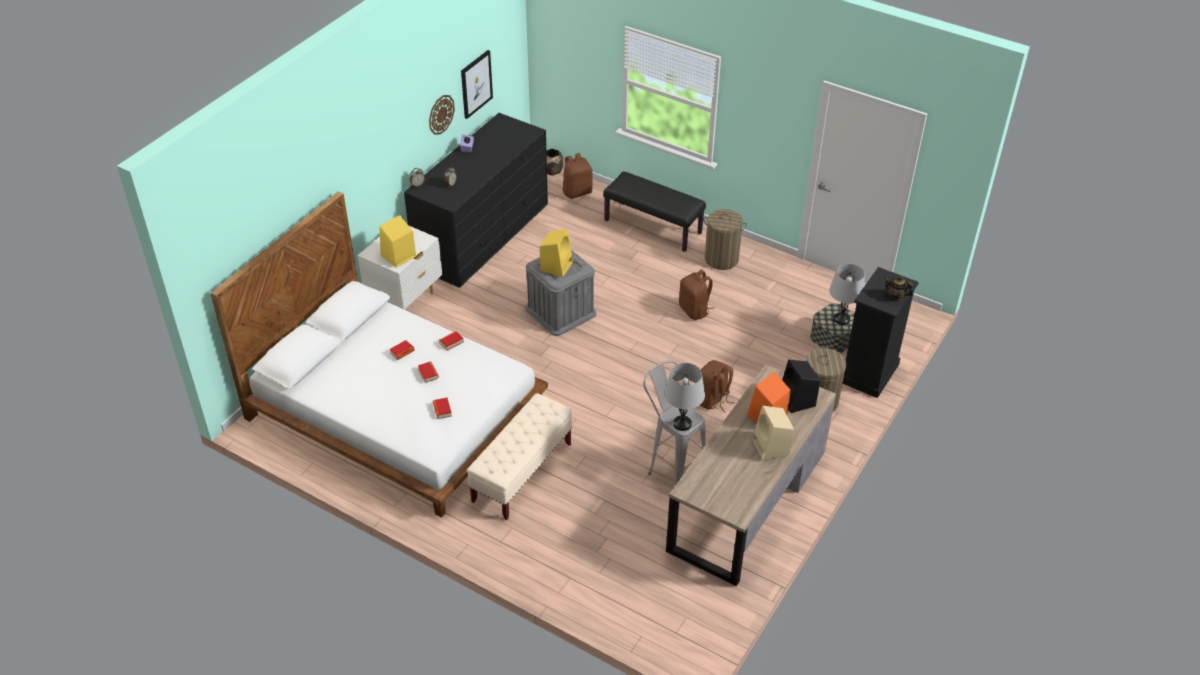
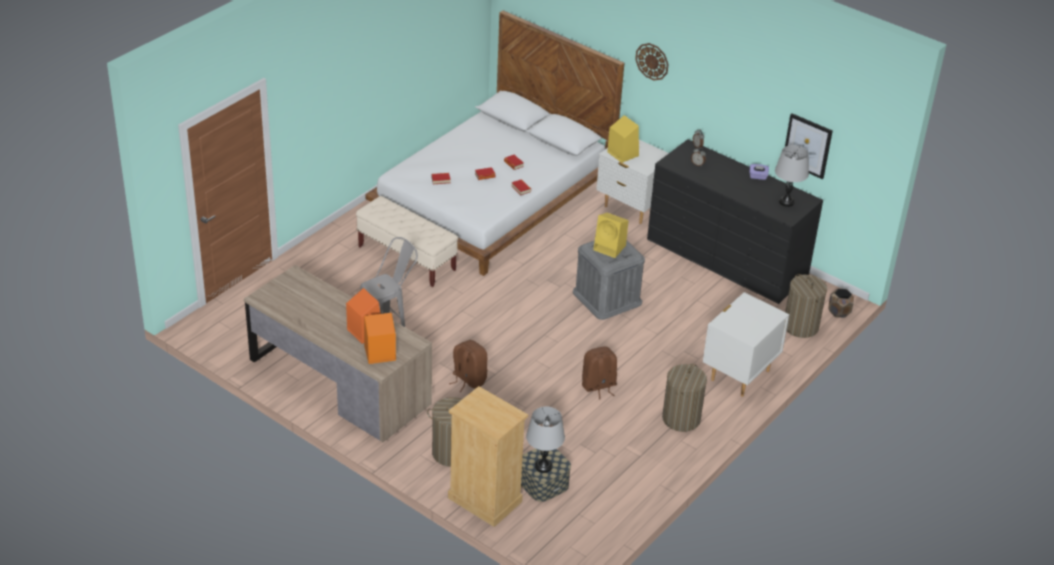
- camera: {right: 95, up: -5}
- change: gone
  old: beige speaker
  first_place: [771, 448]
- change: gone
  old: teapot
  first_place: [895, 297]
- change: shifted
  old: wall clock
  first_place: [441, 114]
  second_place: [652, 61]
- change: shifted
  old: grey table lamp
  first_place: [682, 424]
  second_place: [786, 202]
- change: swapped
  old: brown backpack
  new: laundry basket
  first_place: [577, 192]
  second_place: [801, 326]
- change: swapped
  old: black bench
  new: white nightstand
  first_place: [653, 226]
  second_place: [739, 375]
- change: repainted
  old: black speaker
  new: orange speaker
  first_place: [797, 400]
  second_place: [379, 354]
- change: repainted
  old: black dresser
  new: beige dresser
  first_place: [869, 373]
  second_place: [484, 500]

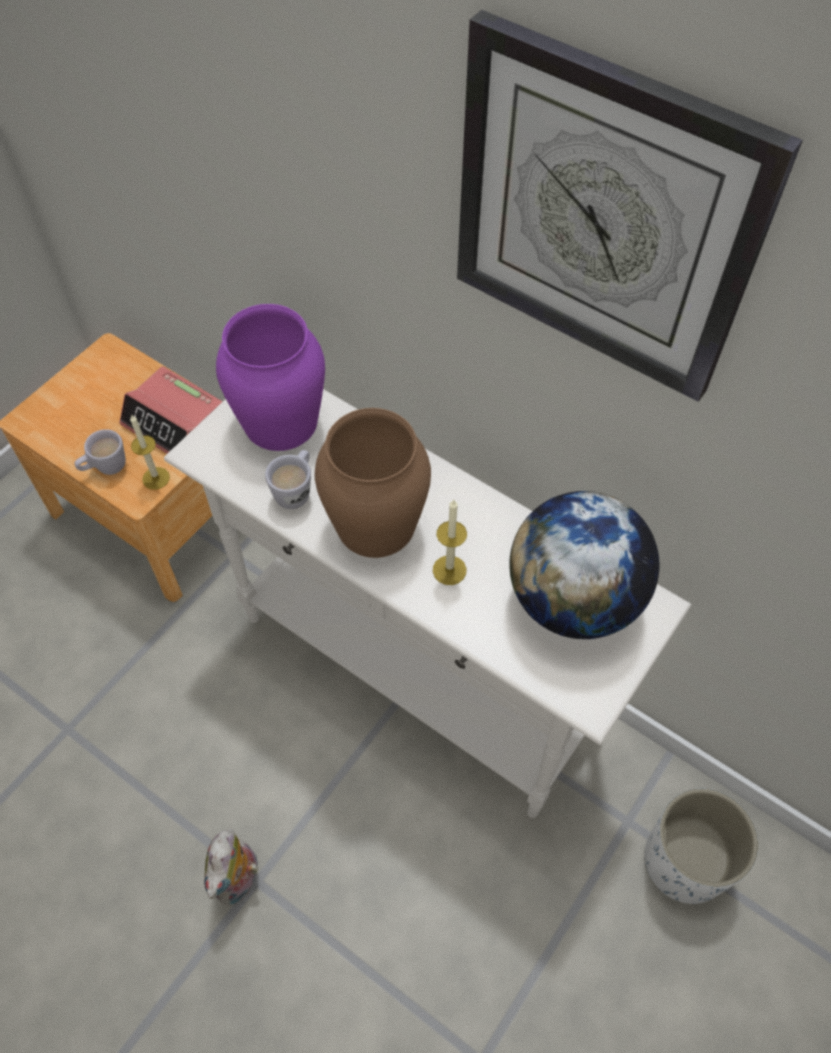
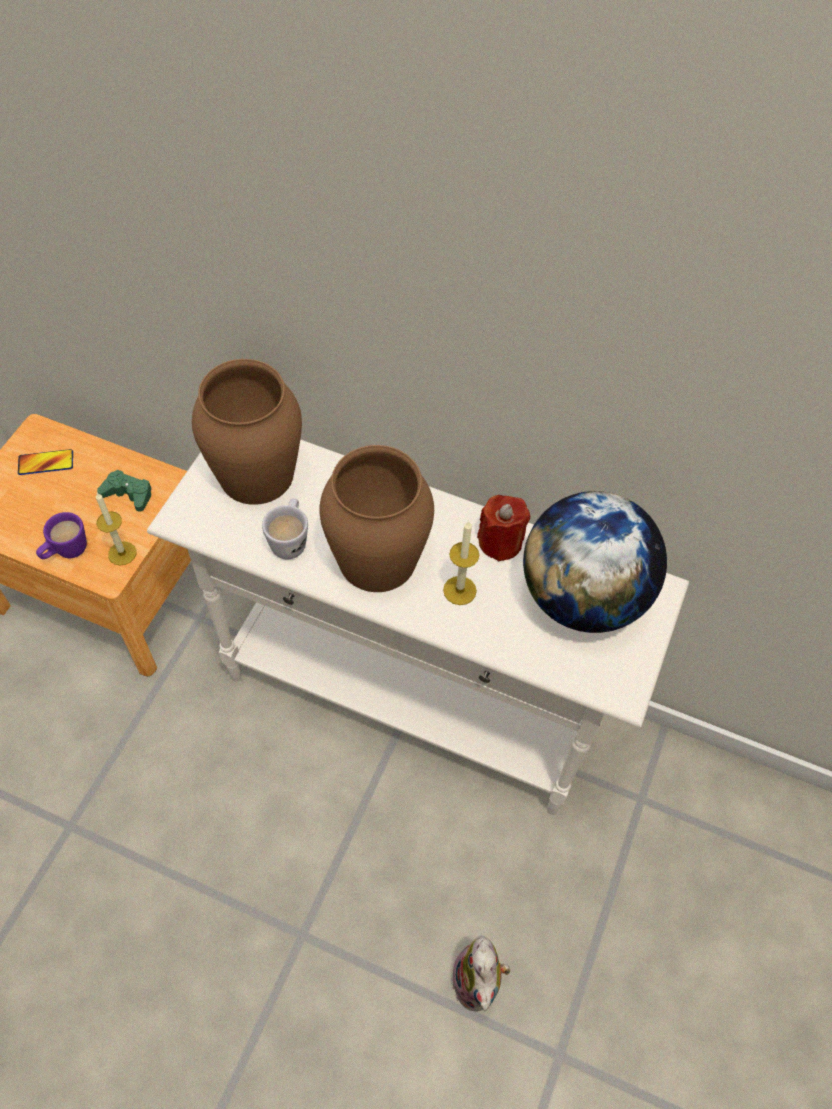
- camera: {right: -15, up: 0}
- change: gone
  old: wall clock
  first_place: [603, 216]
- change: gone
  old: white planter
  first_place: [685, 861]
- change: new
  new: phone
  second_place: [46, 463]
- change: new
  new: red candle
  second_place: [500, 542]
- change: shifted
  old: plush toy
  first_place: [239, 880]
  second_place: [478, 982]
- change: swapped
  old: alarm clock
  new: green game controller
  first_place: [176, 423]
  second_place: [128, 494]
- change: repainted
  old: white mug
  new: purple mug
  first_place: [105, 468]
  second_place: [66, 552]
- change: repainted
  old: purple vase
  new: brown vase
  first_place: [281, 420]
  second_place: [256, 473]

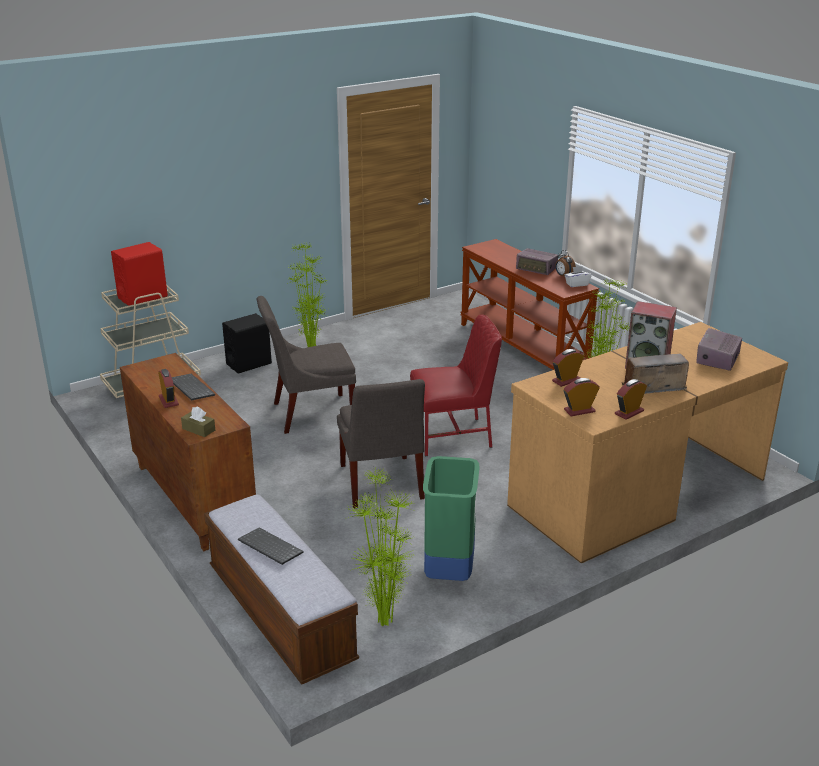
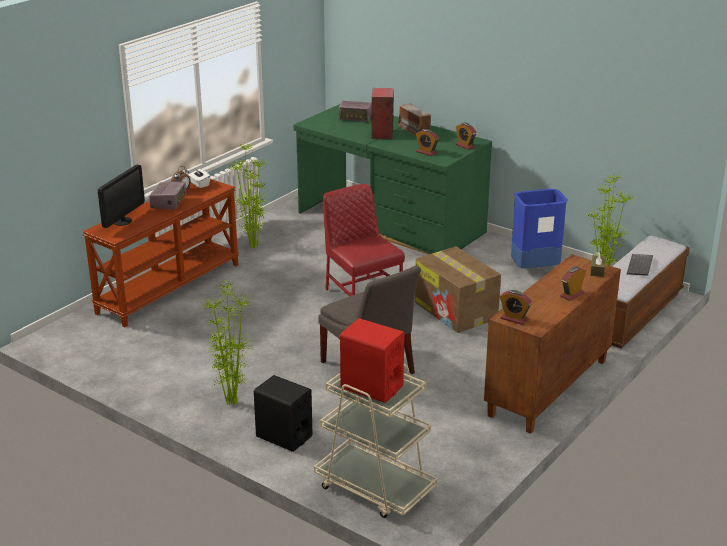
- camera: {right: -110, up: 0}
- change: gone
  old: keyboard
  first_place: [190, 388]
- change: new
  new: monitor
  second_place: [123, 221]
- change: shifted
  old: alarm clock
  first_place: [629, 412]
  second_place: [514, 319]
- change: swapped
  old: grey chair
  new: cardboard box
  first_place: [381, 484]
  second_place: [456, 311]
- change: repainted
  old: green trash can
  new: blue trash can
  first_place: [449, 572]
  second_place: [534, 269]
- change: repainted
  old: brown desk
  new: green desk
  first_place: [636, 491]
  second_place: [389, 223]

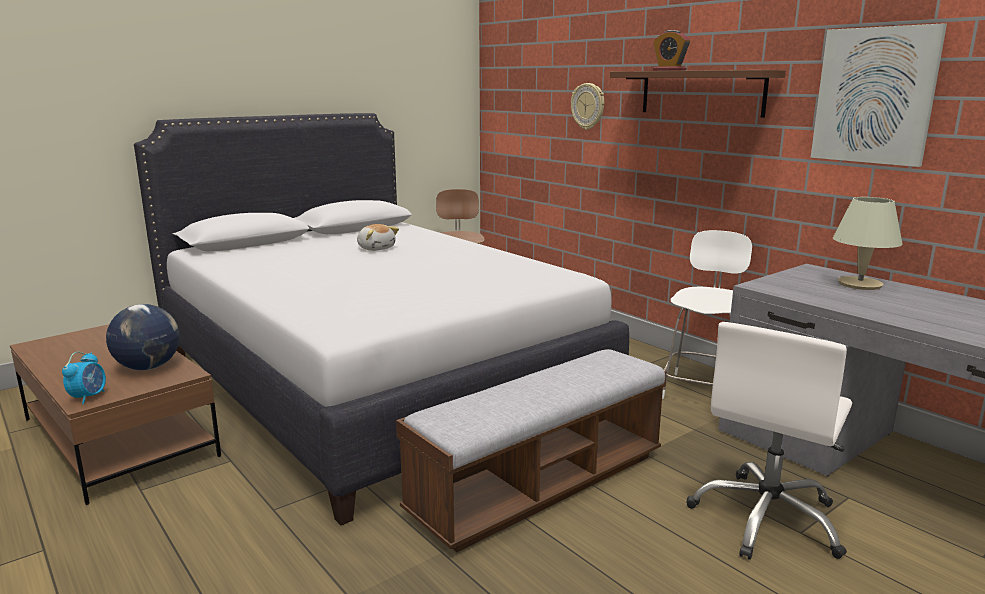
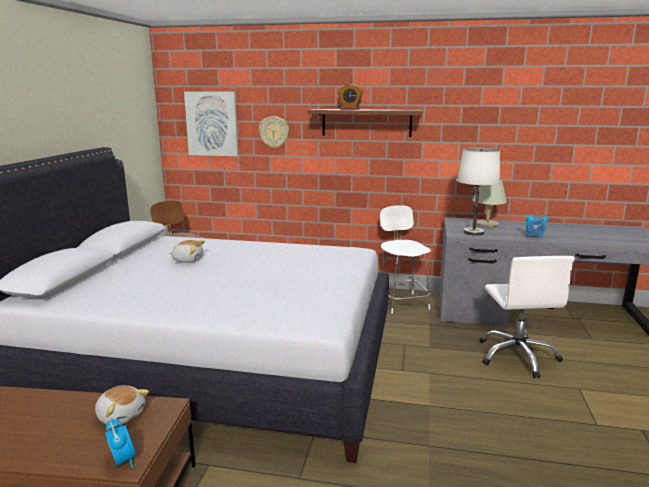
- camera: {right: -40, up: 0}
- change: gone
  old: bench
  first_place: [540, 484]
- change: new
  new: white table lamp
  second_place: [473, 232]
- change: new
  new: alarm clock
  second_place: [534, 237]
- change: shifted
  old: picture
  first_place: [874, 96]
  second_place: [212, 123]
- change: swapped
  old: globe
  new: plush toy
  first_place: [149, 367]
  second_place: [121, 415]

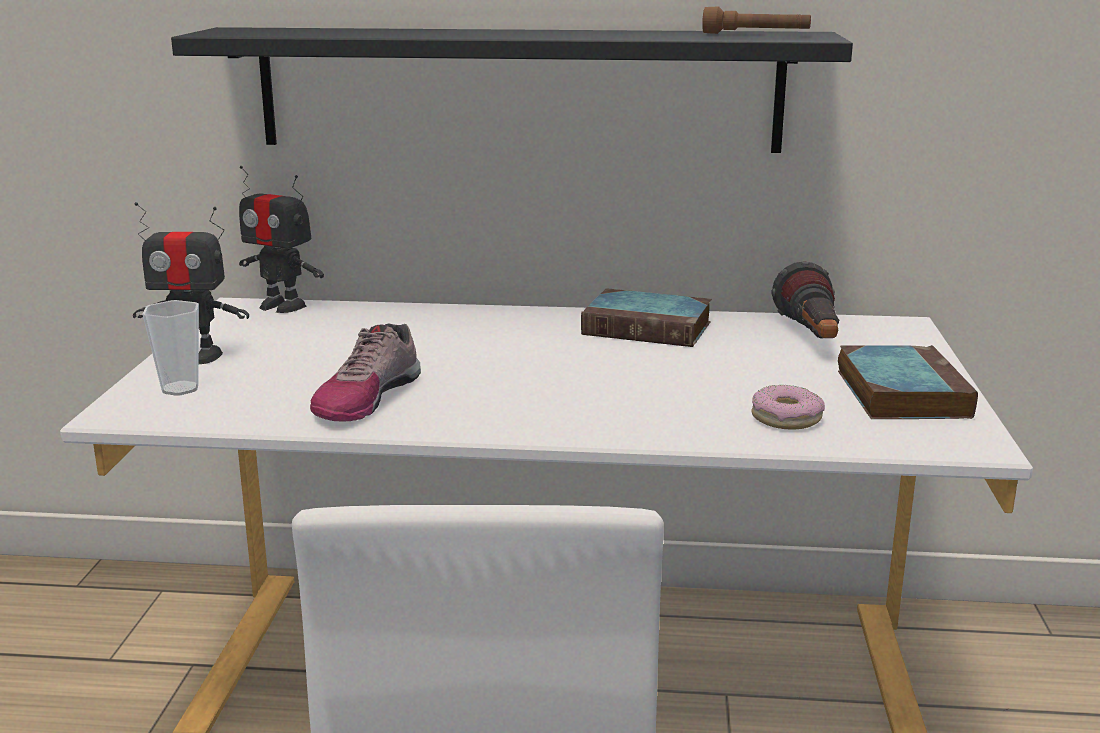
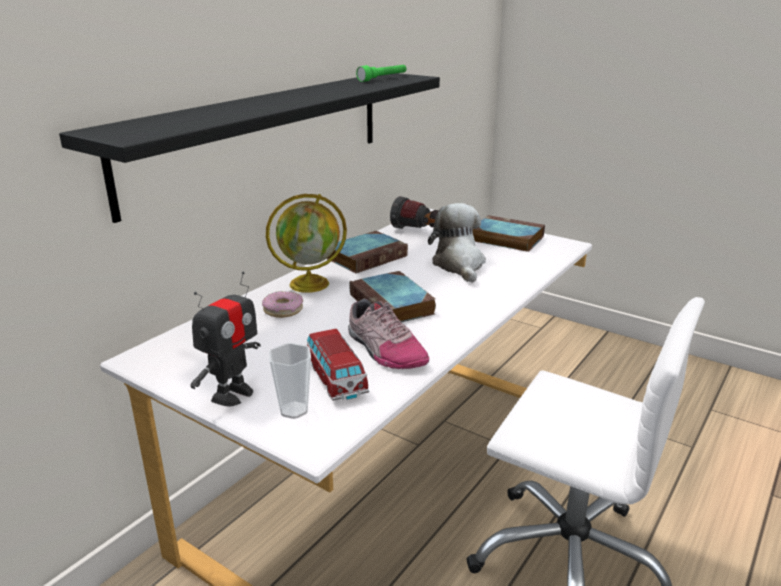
- camera: {right: -60, up: 5}
- change: gone
  old: toy robot
  first_place: [282, 306]
- change: new
  new: globe
  second_place: [310, 284]
- change: new
  new: toy car
  second_place: [336, 380]
- change: new
  new: book
  second_place: [393, 305]
- change: new
  new: plush toy
  second_place: [459, 265]
- change: shifted
  old: donut
  first_place: [786, 418]
  second_place: [283, 310]
- change: repainted
  old: brown flashlight
  new: green flashlight
  first_place: [756, 34]
  second_place: [383, 79]

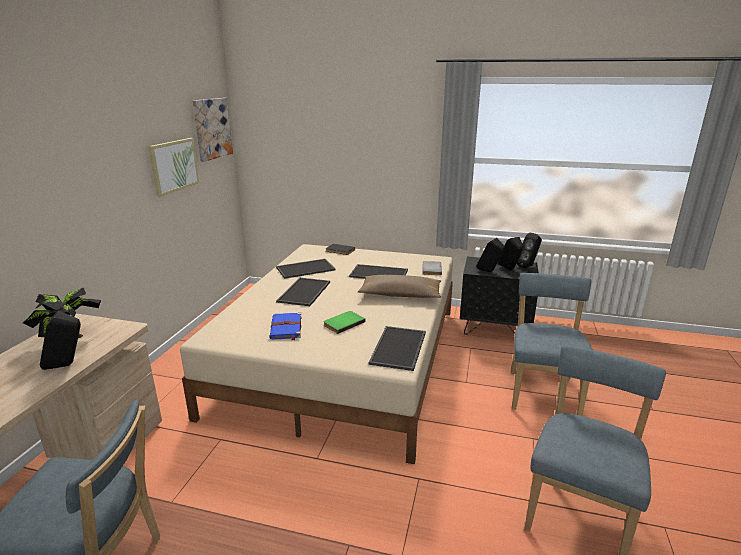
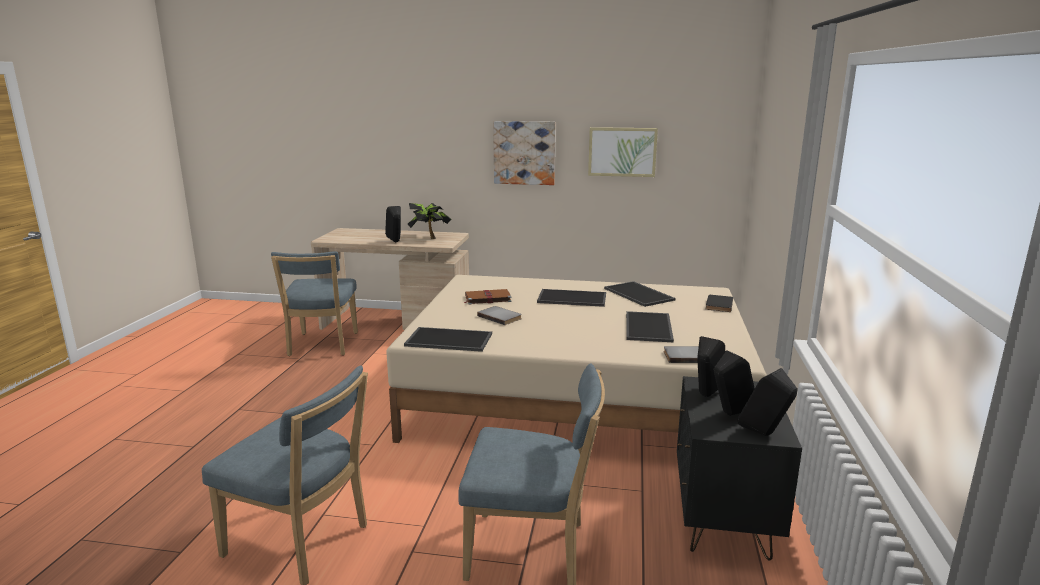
- camera: {right: 85, up: -5}
- change: gone
  old: brown pillow
  first_place: [400, 294]
- change: shifted
  old: picture
  first_place: [212, 128]
  second_place: [524, 153]
- change: repainted
  old: blue book
  new: brown book
  first_place: [286, 328]
  second_place: [487, 298]
- change: repainted
  old: green book
  new: grey book
  first_place: [343, 323]
  second_place: [500, 317]

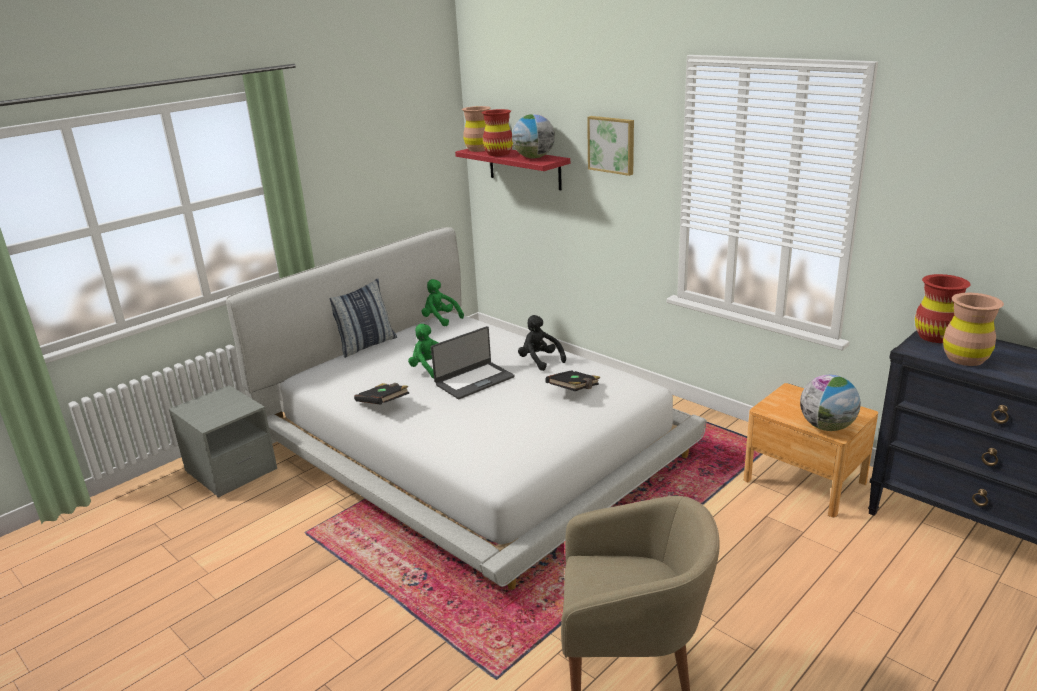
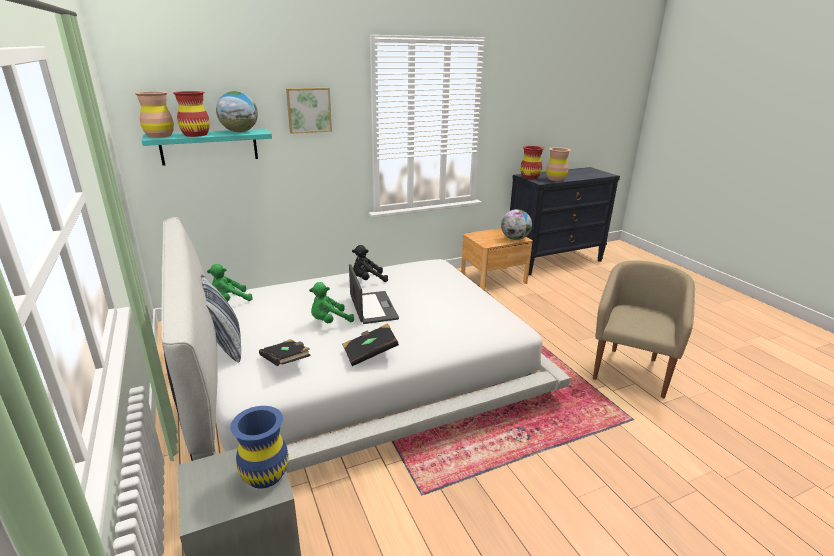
- camera: {right: -70, up: 0}
- change: new
  new: blue vase
  second_place: [265, 474]
- change: shifted
  old: black book
  first_place: [574, 390]
  second_place: [286, 361]
- change: repainted
  old: red shelf
  new: turquoise shelf
  first_place: [524, 167]
  second_place: [209, 146]

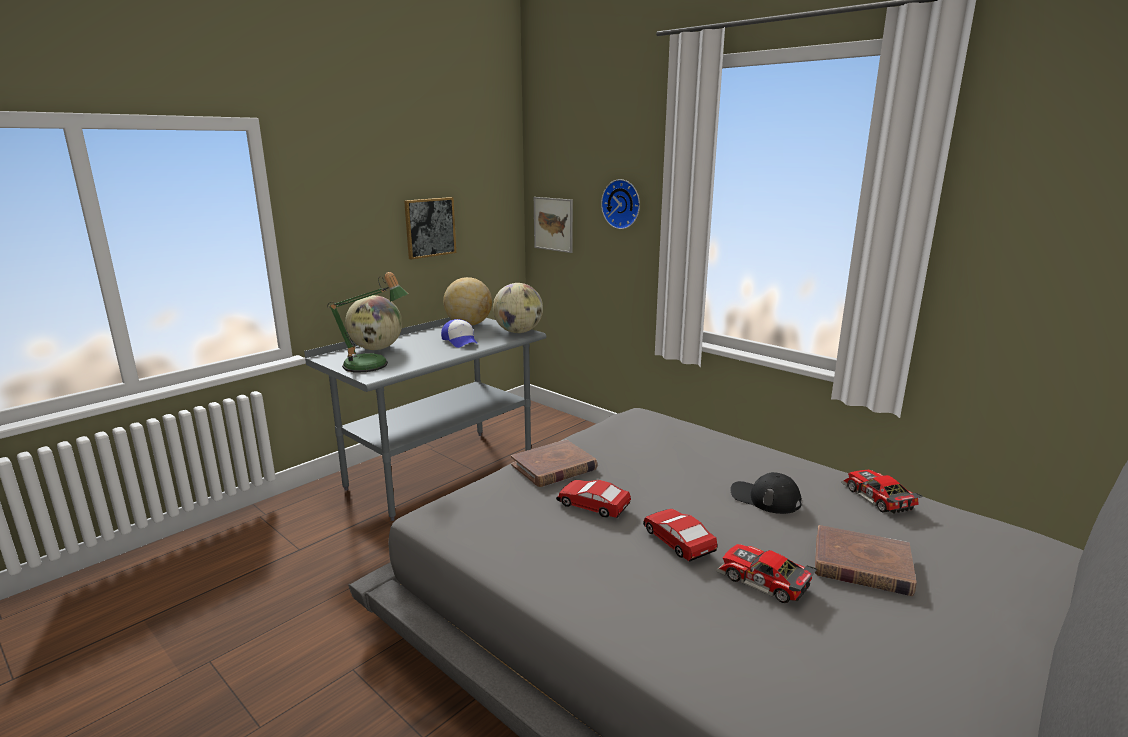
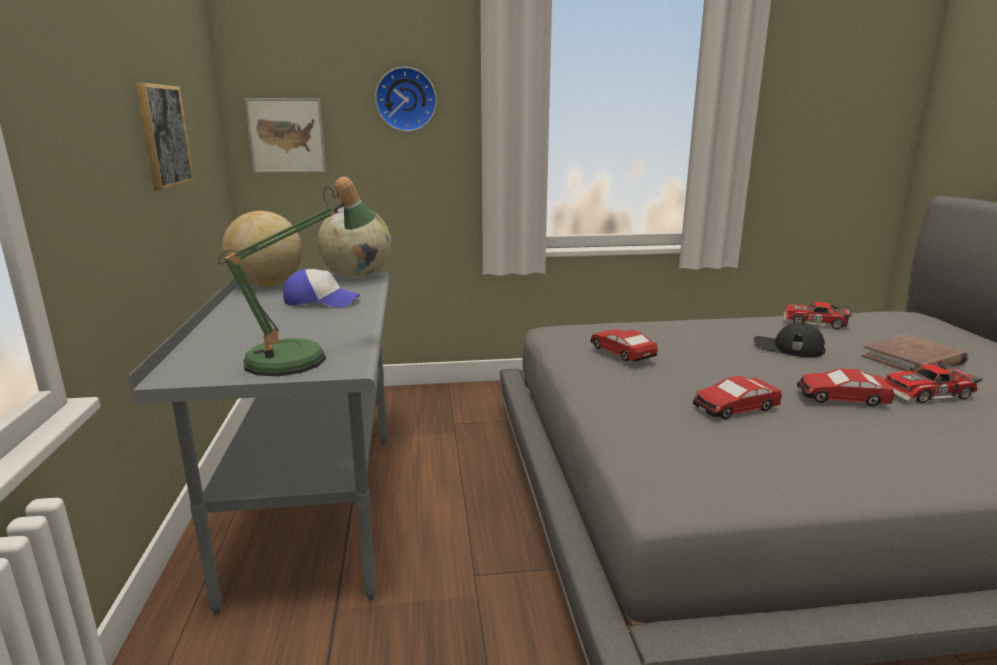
- camera: {right: -50, up: 0}
- change: gone
  old: globe
  first_place: [376, 349]
- change: gone
  old: brown book
  first_place: [554, 467]
- change: new
  new: toy car
  second_place: [621, 352]
- change: rotated
  old: black cap
  first_place: [765, 498]
  second_place: [788, 347]
  degrees: 45

